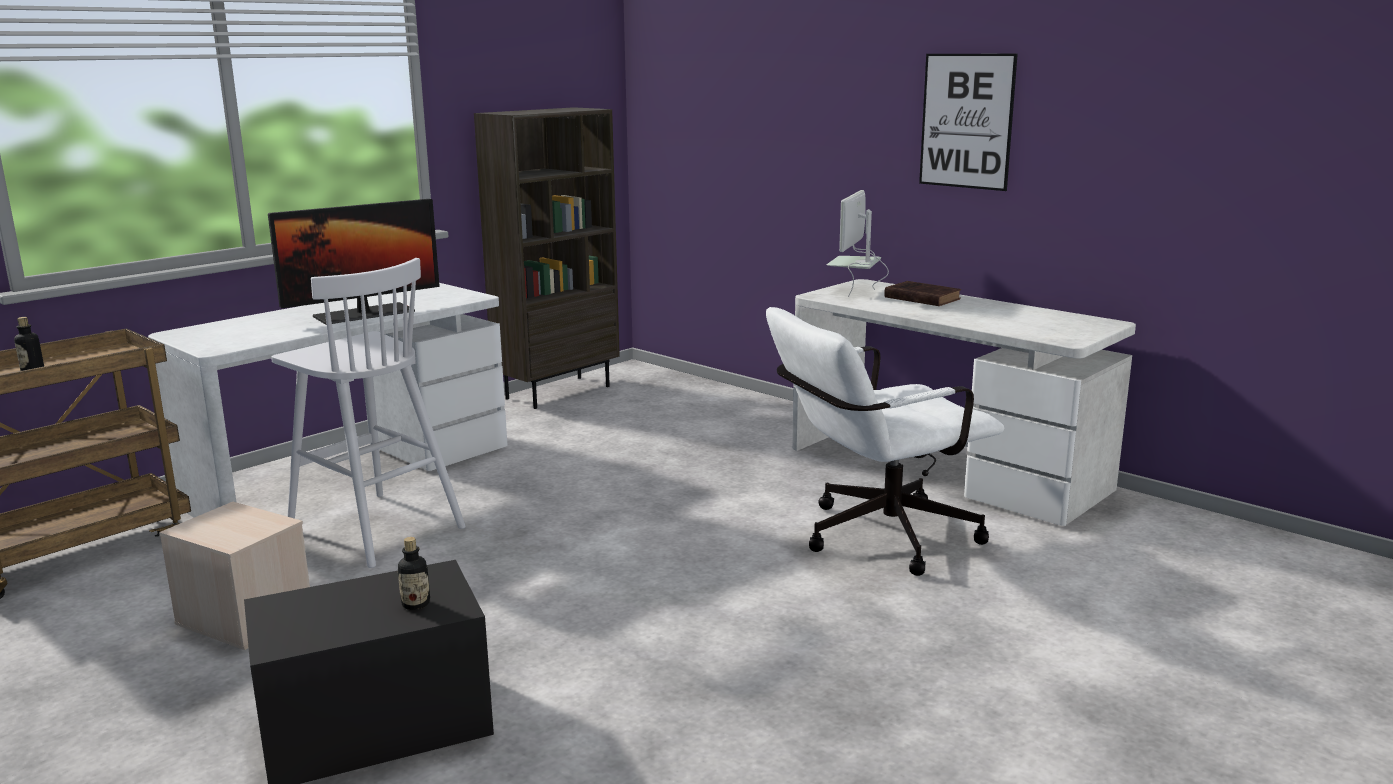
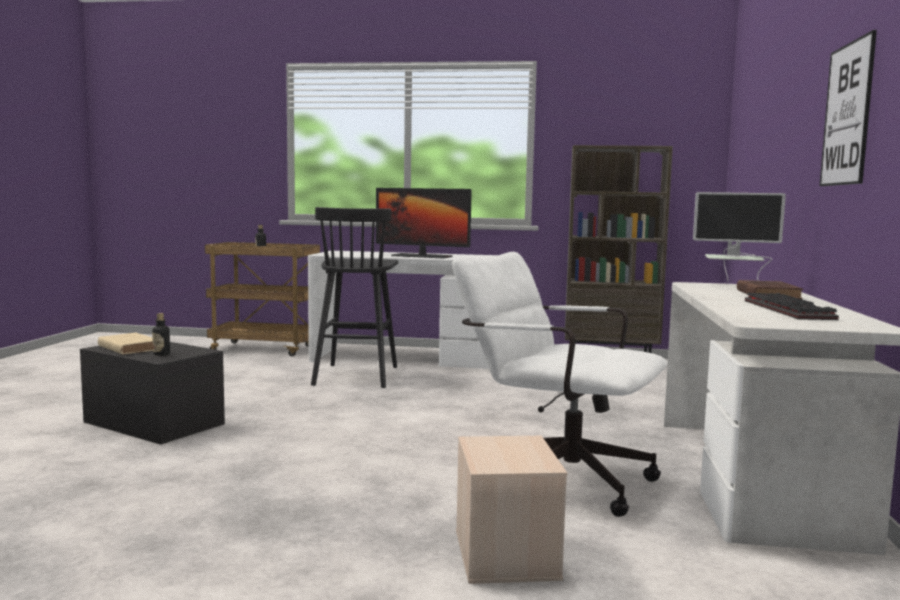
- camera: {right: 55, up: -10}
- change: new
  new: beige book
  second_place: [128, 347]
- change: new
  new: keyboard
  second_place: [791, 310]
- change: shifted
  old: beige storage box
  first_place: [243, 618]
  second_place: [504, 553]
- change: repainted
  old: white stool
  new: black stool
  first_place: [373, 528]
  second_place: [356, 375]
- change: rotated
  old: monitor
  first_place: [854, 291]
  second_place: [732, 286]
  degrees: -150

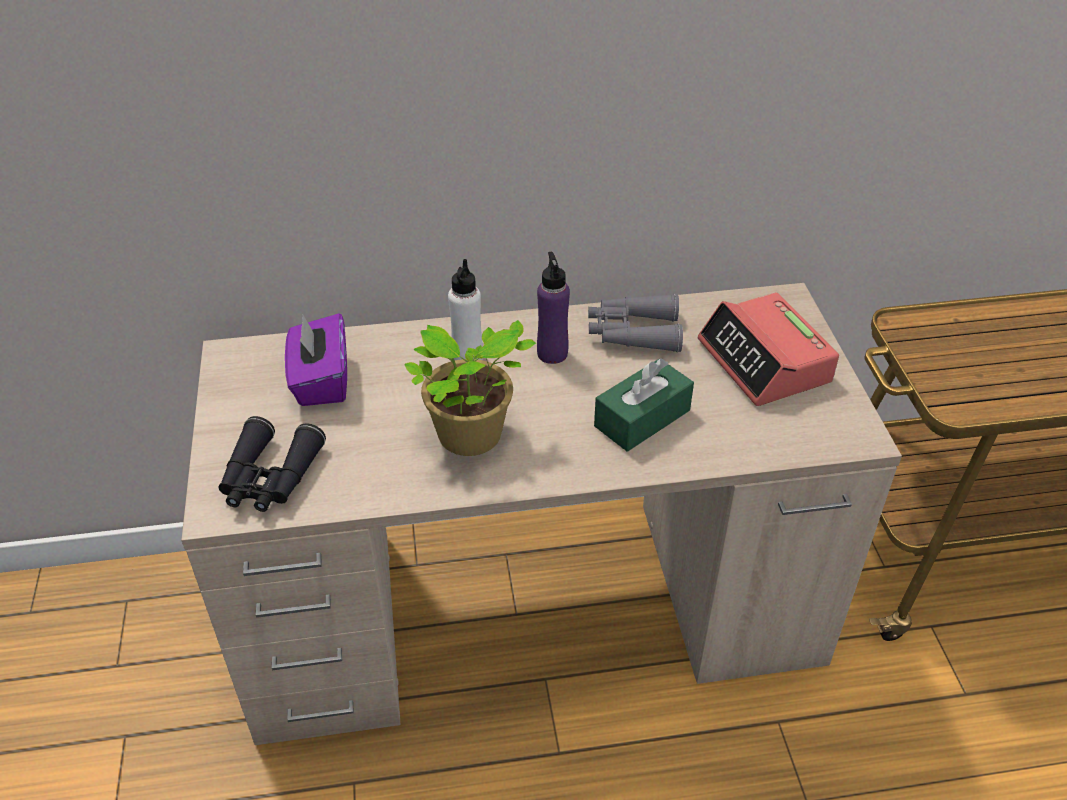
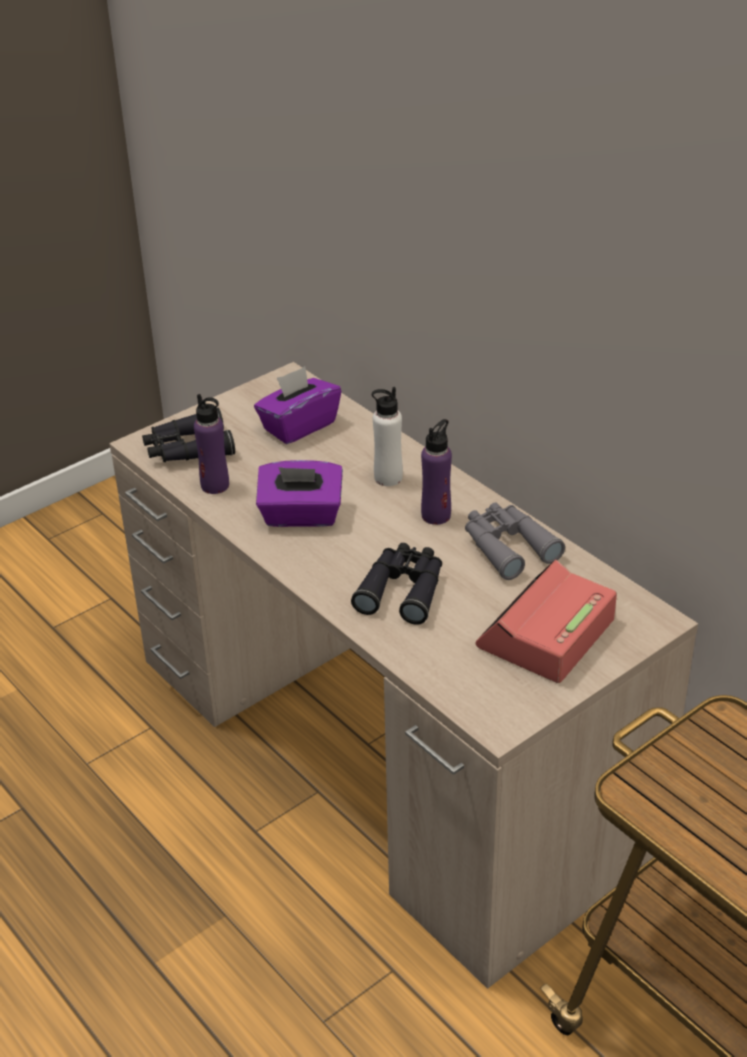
- camera: {right: 60, up: -5}
- change: new
  new: purple bottle
  second_place: [215, 485]
- change: swapped
  old: potted plant
  new: purple tissue box
  first_place: [471, 438]
  second_place: [301, 515]
- change: swapped
  old: green tissue box
  new: black binoculars
  first_place: [642, 418]
  second_place: [403, 590]

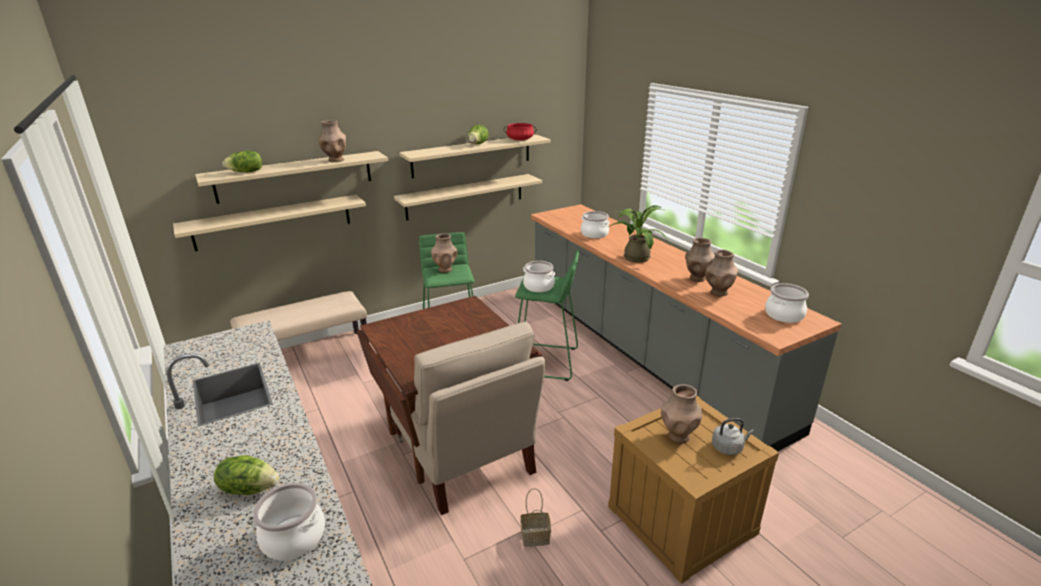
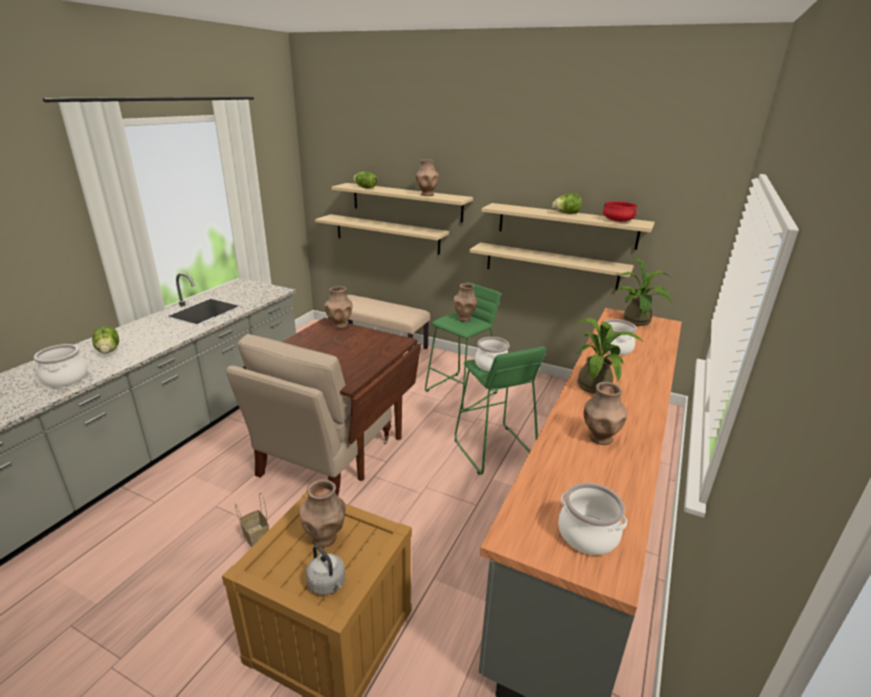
- camera: {right: 55, up: 0}
- change: new
  new: potted plant
  second_place: [637, 322]
- change: shifted
  old: brown vase
  first_place: [718, 293]
  second_place: [340, 325]

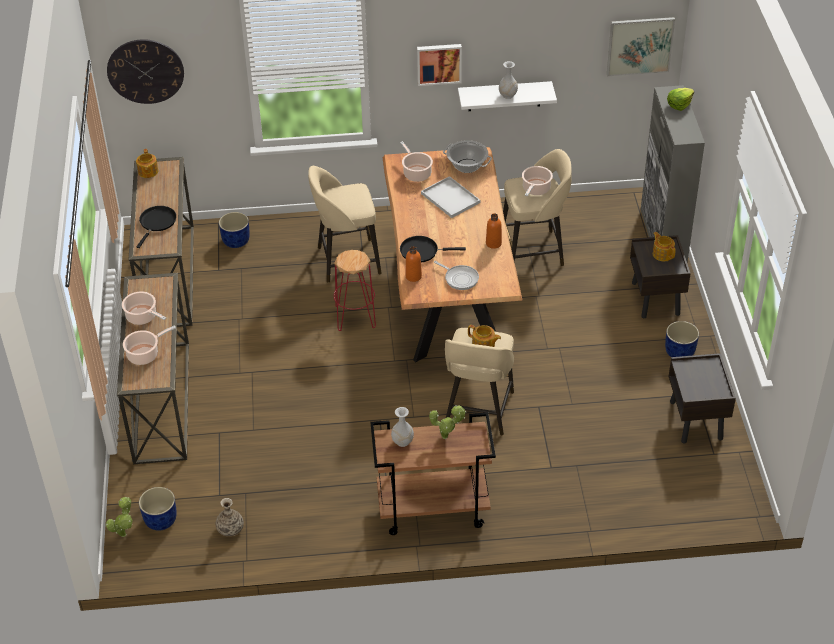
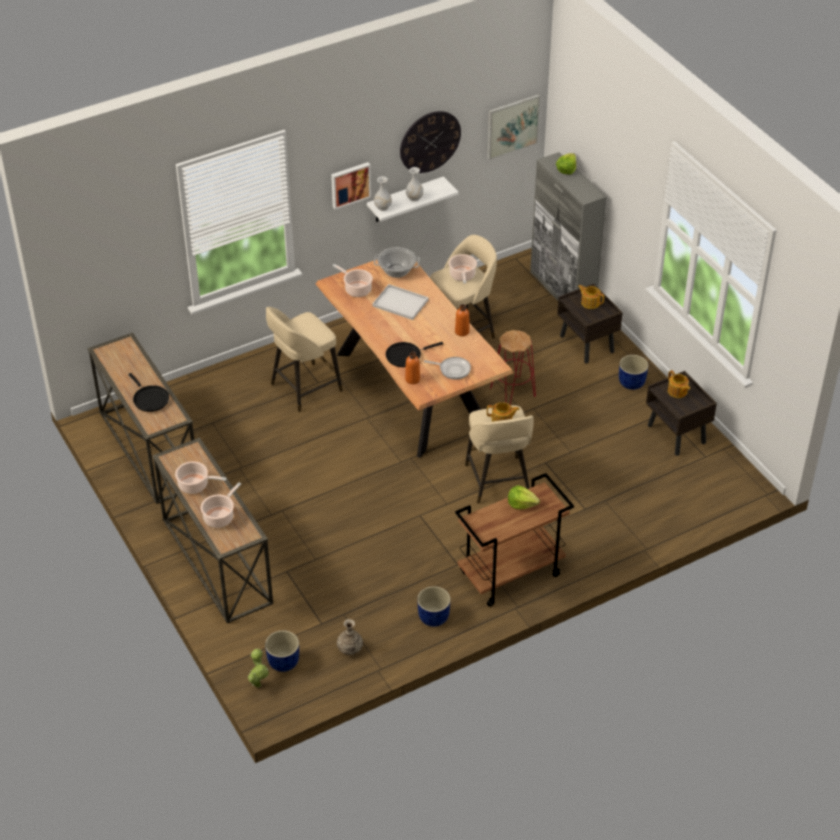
- camera: {right: -25, up: 0}
- change: shifted
  old: wall clock
  first_place: [145, 71]
  second_place: [430, 141]
- change: shifted
  old: teapot
  first_place: [147, 172]
  second_place: [677, 391]
- change: shifted
  old: blue planter
  first_place: [236, 241]
  second_place: [434, 617]
- change: shifted
  old: red stool
  first_place: [355, 317]
  second_place: [513, 392]
- change: shifted
  old: white vase
  first_place: [402, 441]
  second_place: [382, 207]
- change: swapped
  old: potted plant
  new: lettuce
  first_place: [447, 436]
  second_place: [521, 504]
- change: rotated
  old: black frying pan
  first_place: [157, 223]
  second_place: [149, 399]
  degrees: 150

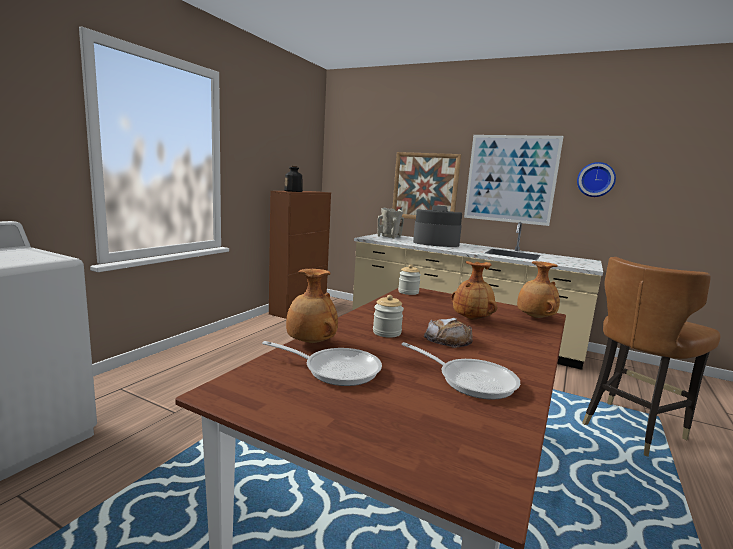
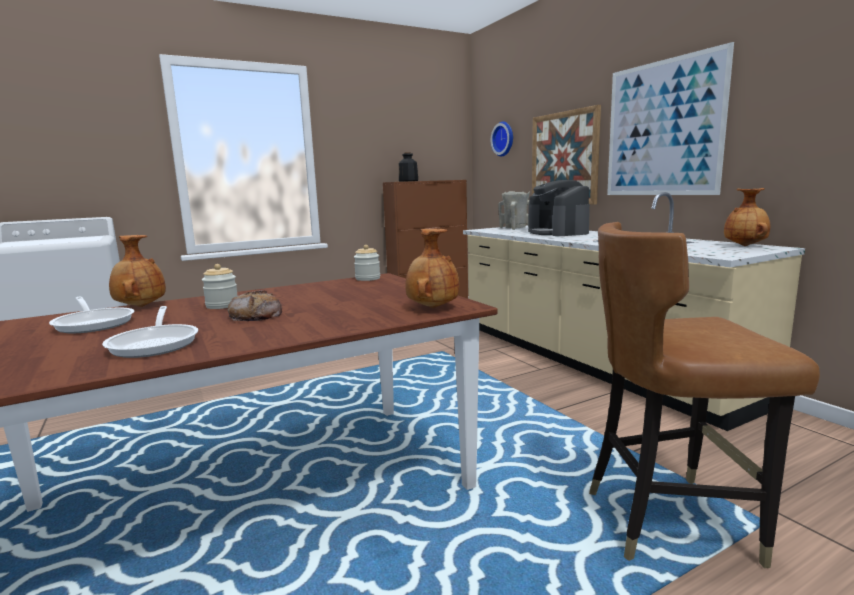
- camera: {right: 35, up: 0}
- change: shifted
  old: brown vase
  first_place: [472, 319]
  second_place: [745, 245]
- change: shifted
  old: wall clock
  first_place: [596, 179]
  second_place: [504, 139]
- change: rotated
  old: coffee machine
  first_place: [435, 243]
  second_place: [557, 232]
  degrees: -150

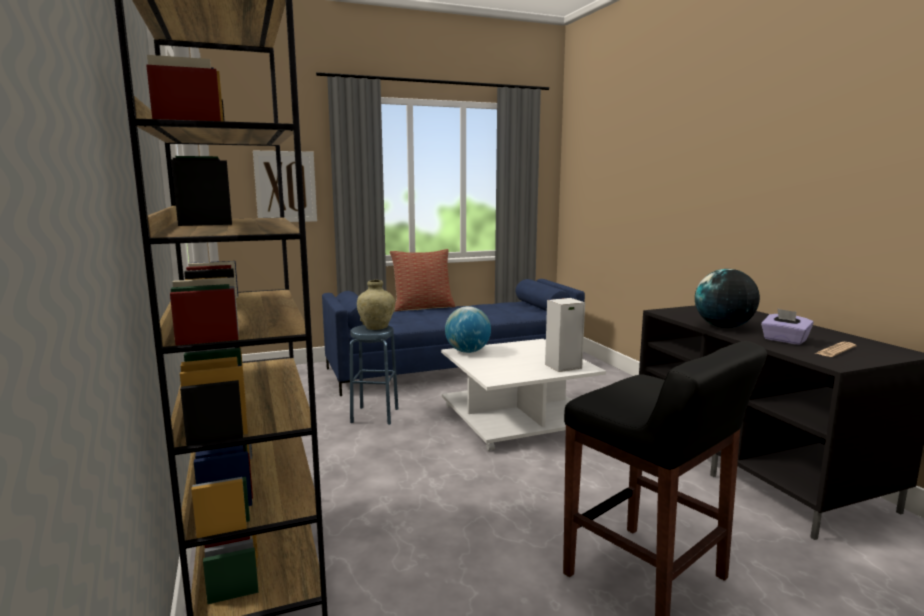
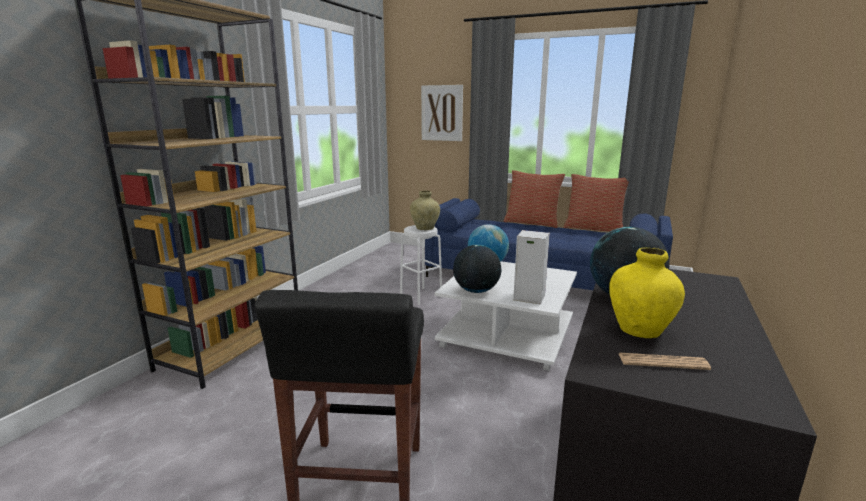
- camera: {right: 45, up: 5}
- change: new
  new: globe
  second_place: [476, 291]
- change: new
  new: pillow
  second_place: [593, 229]
- change: swapped
  old: purple tissue box
  new: yellow vase
  first_place: [784, 340]
  second_place: [640, 331]
- change: repainted
  old: blue stool
  new: white stool
  first_place: [375, 415]
  second_place: [421, 296]

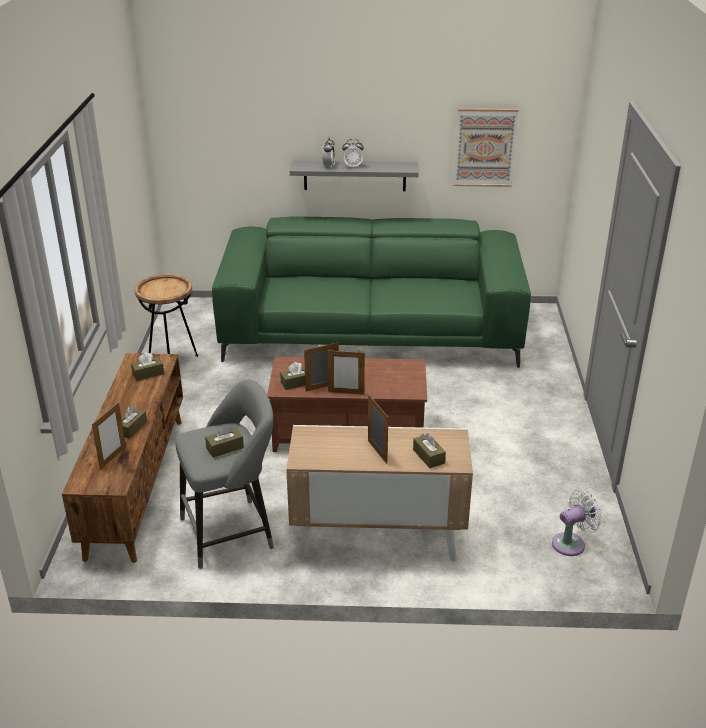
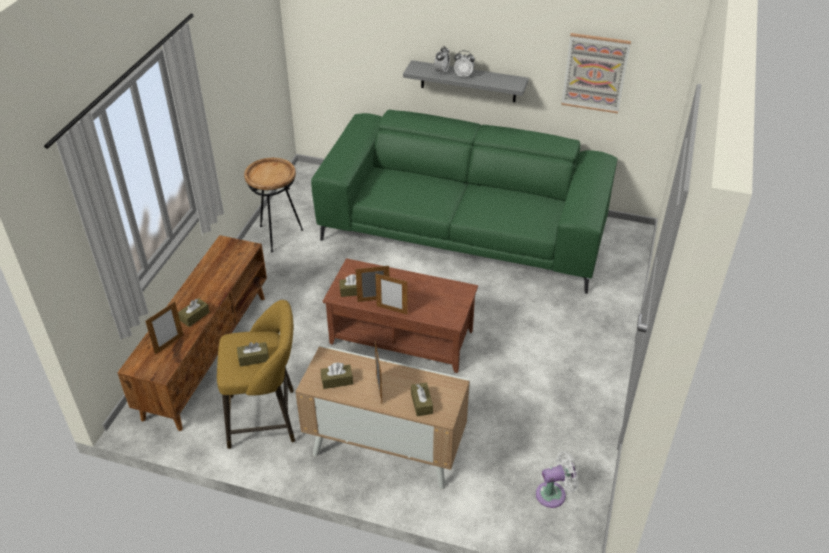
- camera: {right: 15, up: 10}
- change: shifted
  old: brown tissue box
  first_place: [148, 373]
  second_place: [337, 381]
- change: repainted
  old: grey stool
  new: yellow stool
  first_place: [232, 532]
  second_place: [267, 418]

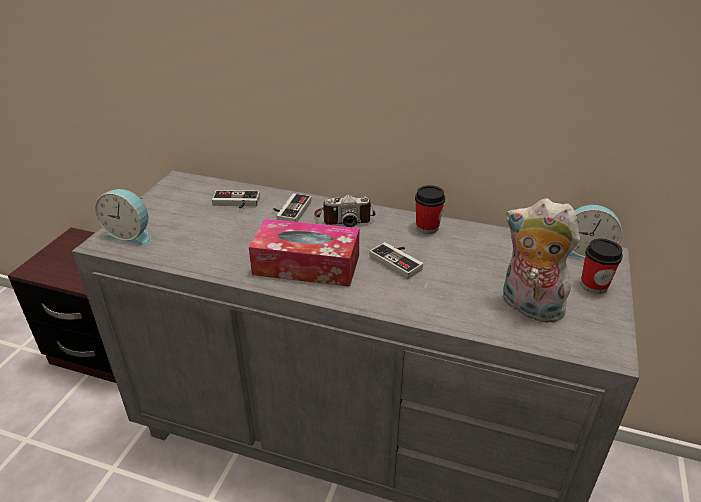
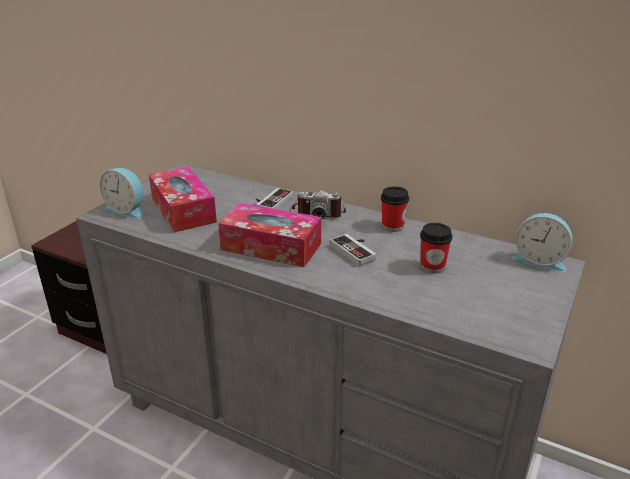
- camera: {right: 10, up: -5}
- change: gone
  old: game controller
  first_place: [235, 203]
- change: gone
  old: plush toy
  first_place: [528, 307]
- change: new
  new: tissue box
  second_place: [183, 210]
- change: shifted
  old: cup
  first_place: [594, 285]
  second_place: [432, 267]

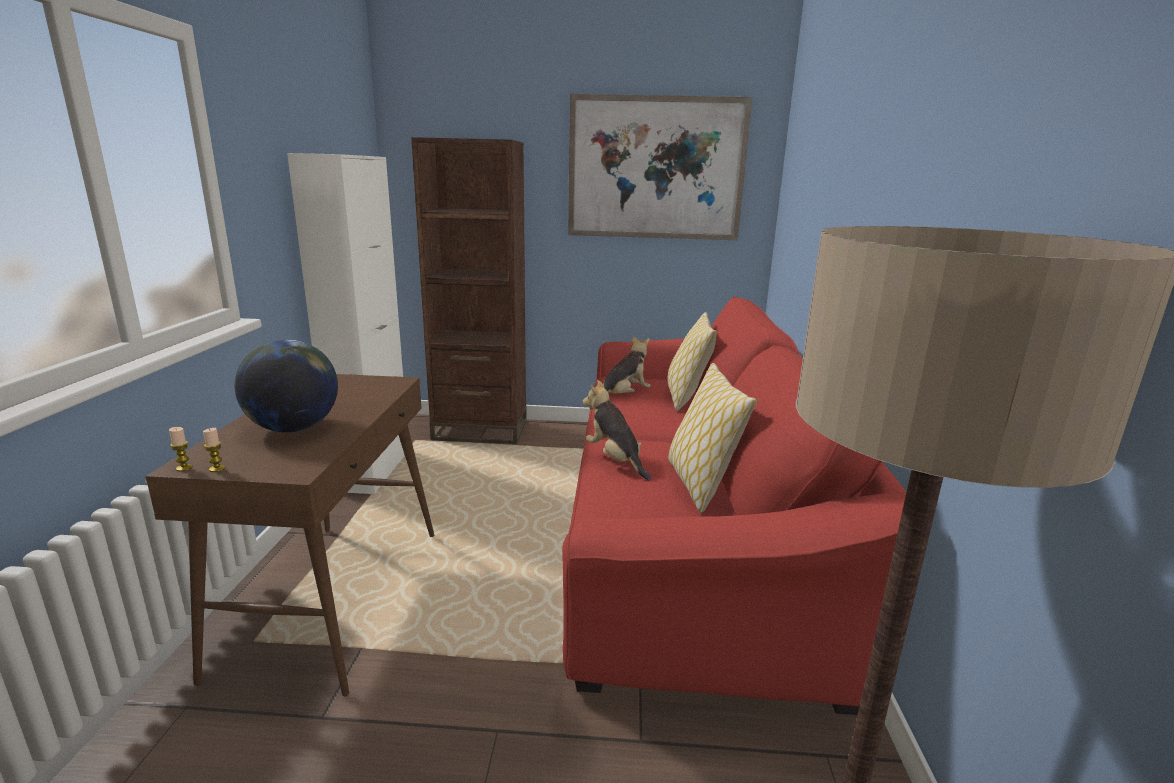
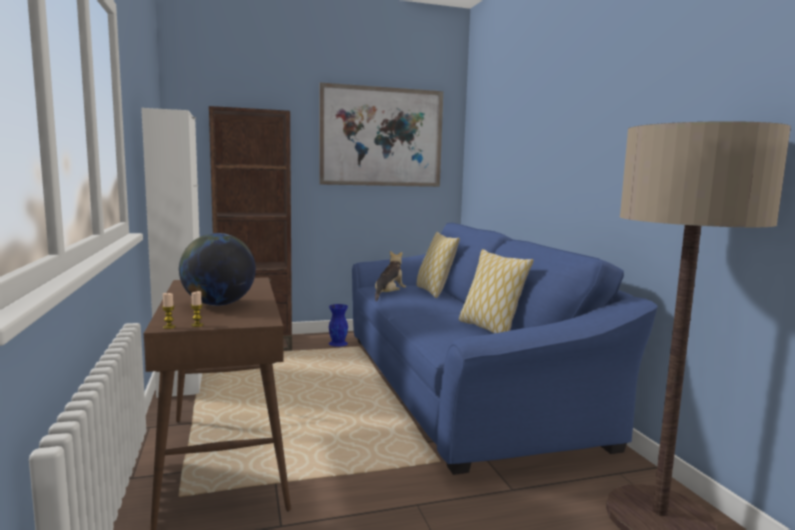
- camera: {right: -20, up: -10}
- change: gone
  old: plush toy
  first_place: [615, 460]
- change: new
  new: blue vase
  second_place: [338, 343]
- change: repainted
  old: red sofa
  new: blue sofa
  first_place: [685, 532]
  second_place: [457, 384]

